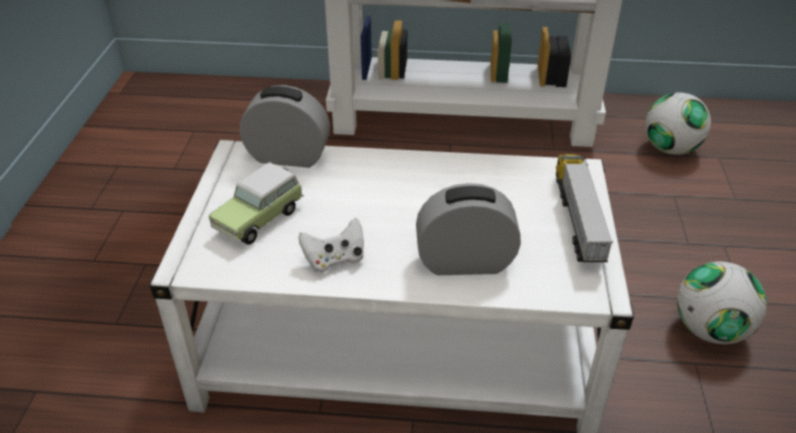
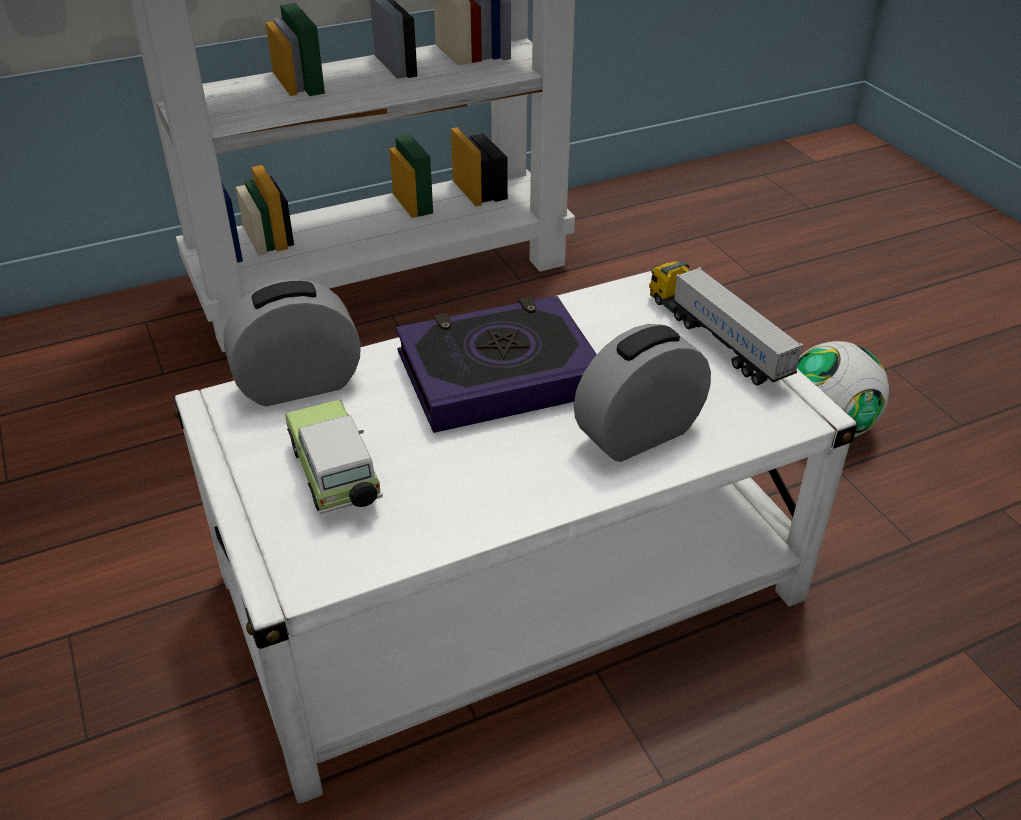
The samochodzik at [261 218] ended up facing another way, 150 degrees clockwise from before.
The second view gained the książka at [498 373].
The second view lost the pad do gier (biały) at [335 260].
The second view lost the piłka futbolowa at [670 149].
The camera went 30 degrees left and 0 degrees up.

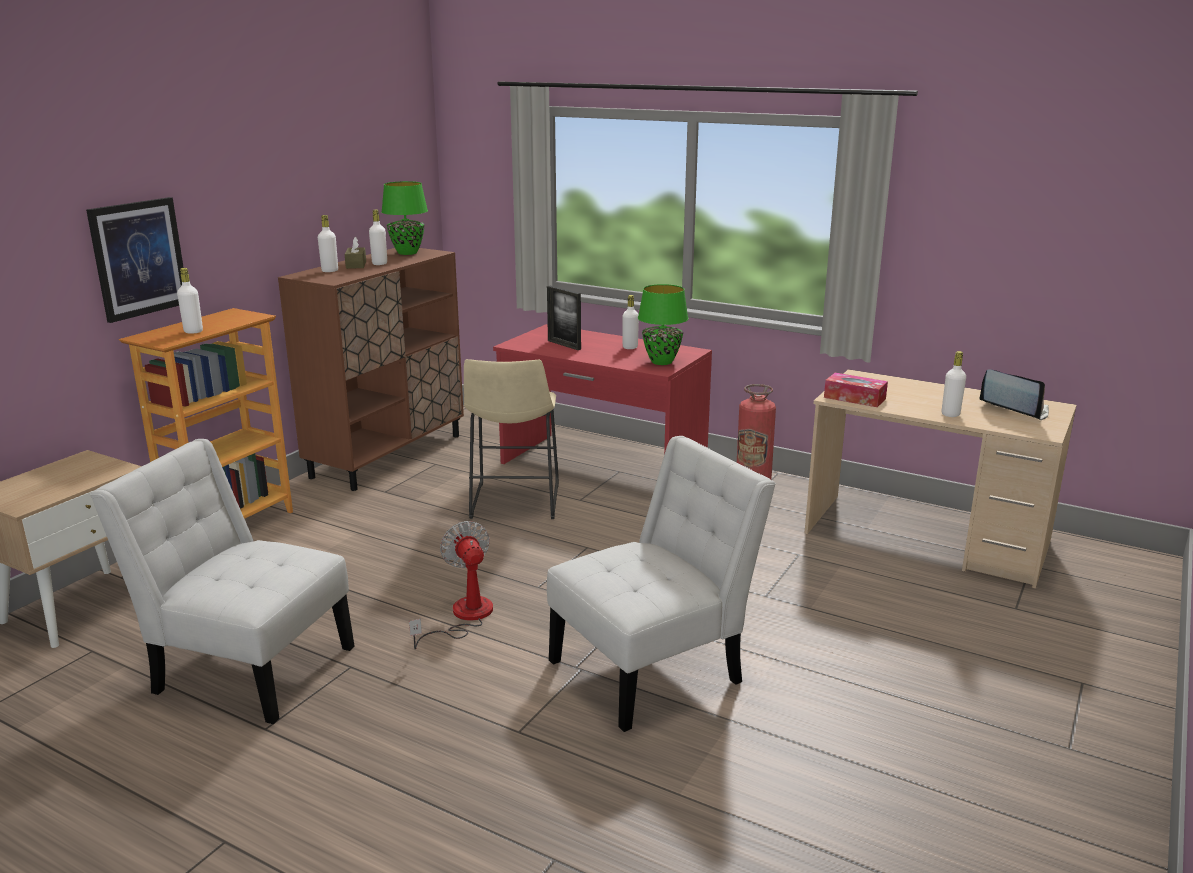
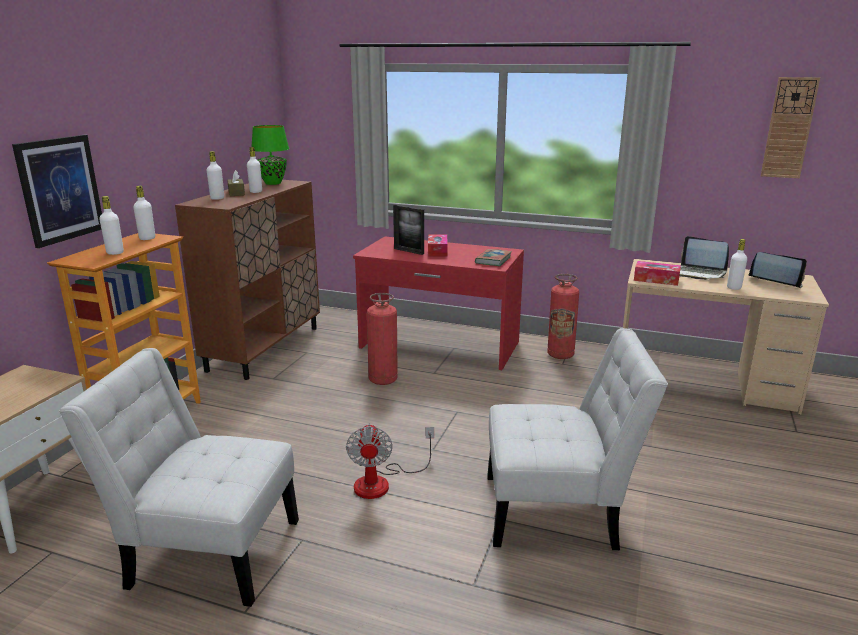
The butelka (biały) ended up elsewhere, having gone from [630 347] to [147 238].
The wentylator at [463 617] ended up facing another way, 150 degrees counterclockwise from before.
Where the stołek (beżowy) stood at [514 503], the gaśnica came to stand at [383 380].
The second view gained the pudełko chusteczek at [437 251].
Where the lampa stołowa (zielony) stood at [662 362], the książka came to stand at [493 260].
The krzesło (biały) at [654 668] ended up facing another way, 45 degrees clockwise from before.
The second view gained the laptop at [700 273].
The second view gained the zegar ścienny at [789 128].
The camera went 10 degrees left and 0 degrees up.

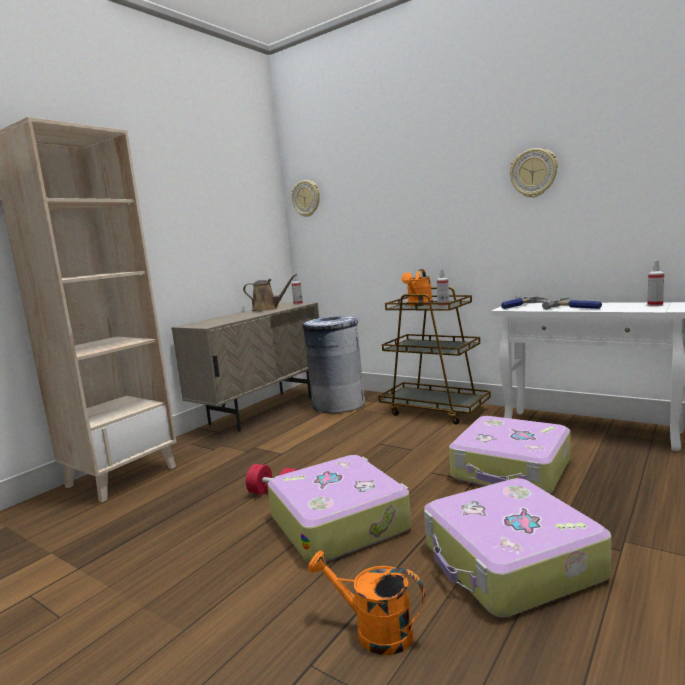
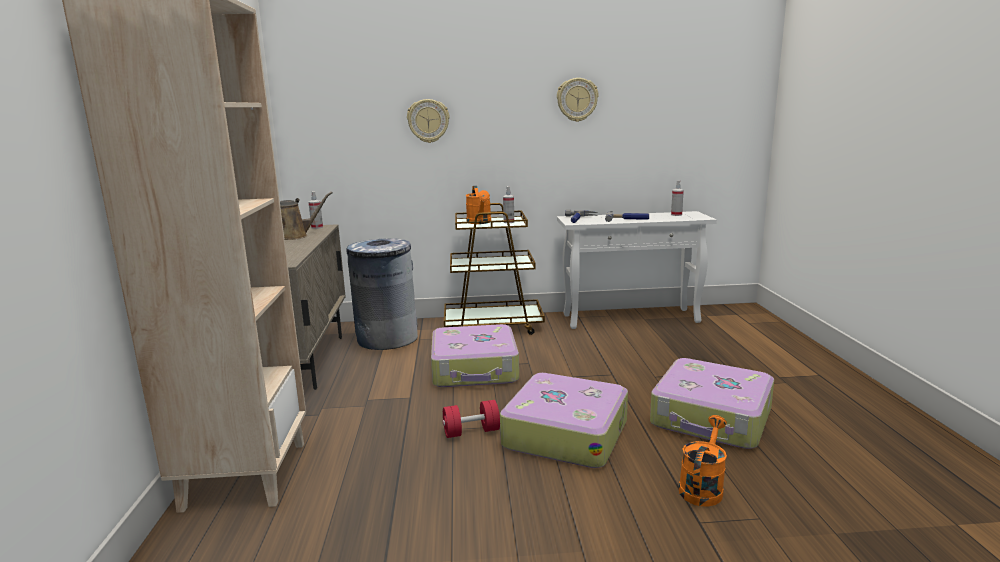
The zegar ścienny ended up elsewhere, having gone from [306 198] to [428 121].
The walizka ended up elsewhere, having gone from [511 470] to [475 369].
The konewka (pomarańczowy) at [373 631] ended up facing another way, 135 degrees clockwise from before.
The camera went 40 degrees left and 5 degrees up.

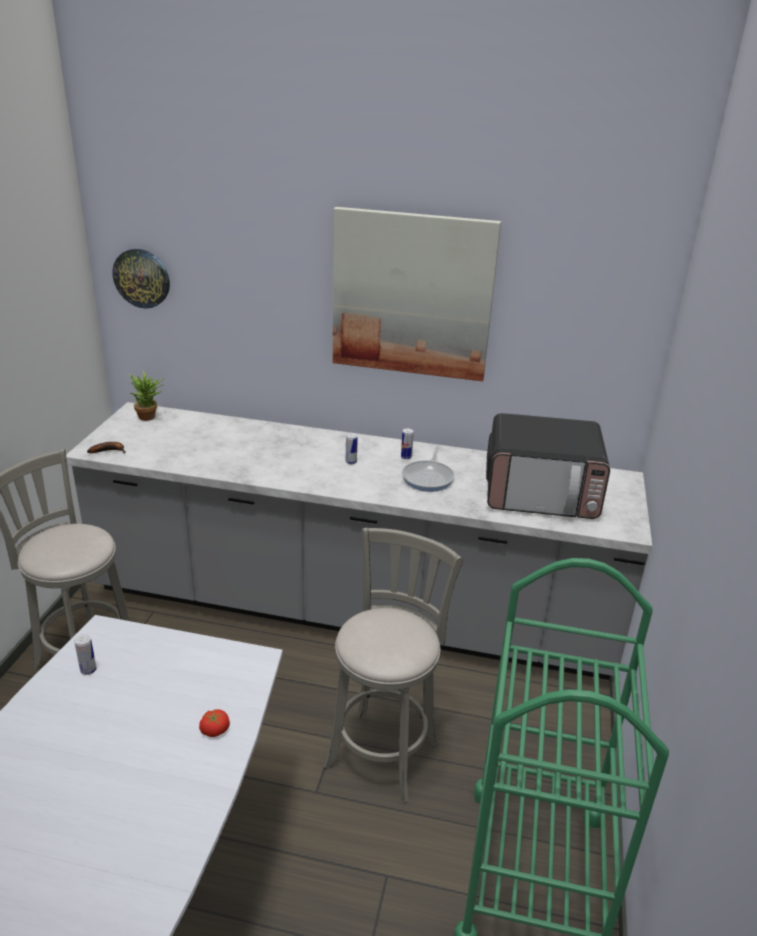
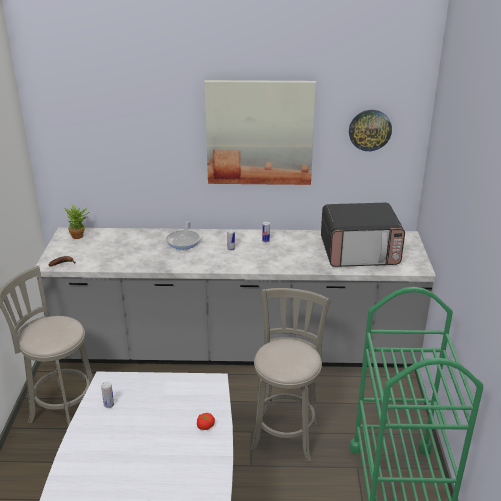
The patelnia ended up elsewhere, having gone from [428 477] to [184 241].
The zegar ścienny ended up elsewhere, having gone from [142 278] to [370 130].
The camera went 10 degrees left and 0 degrees up.

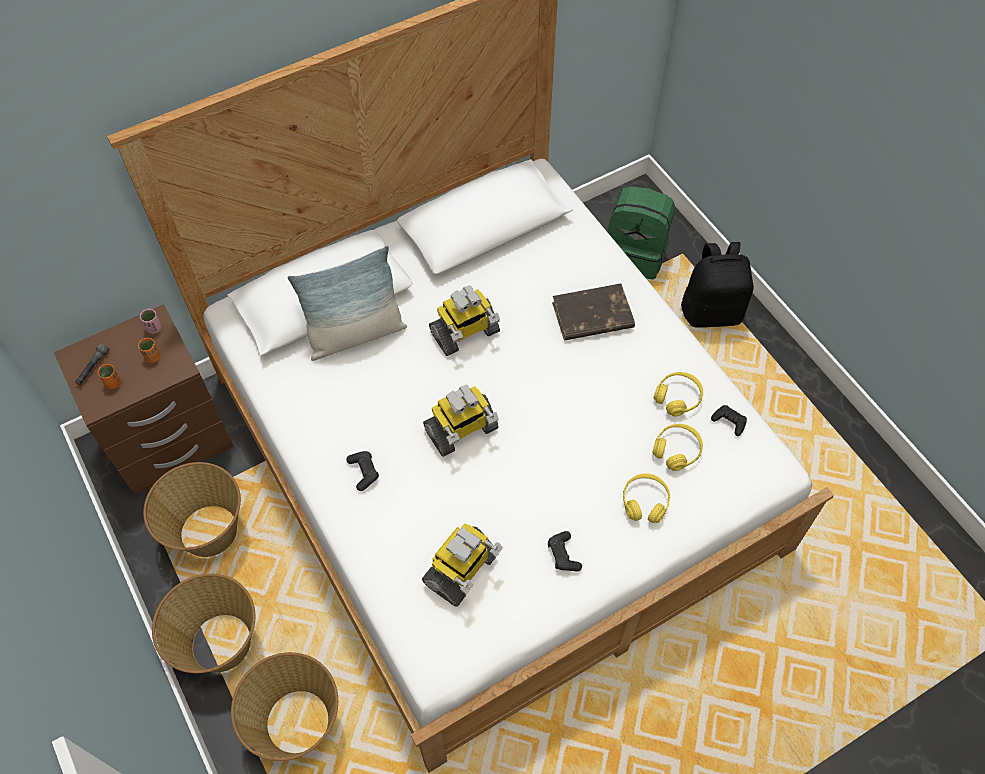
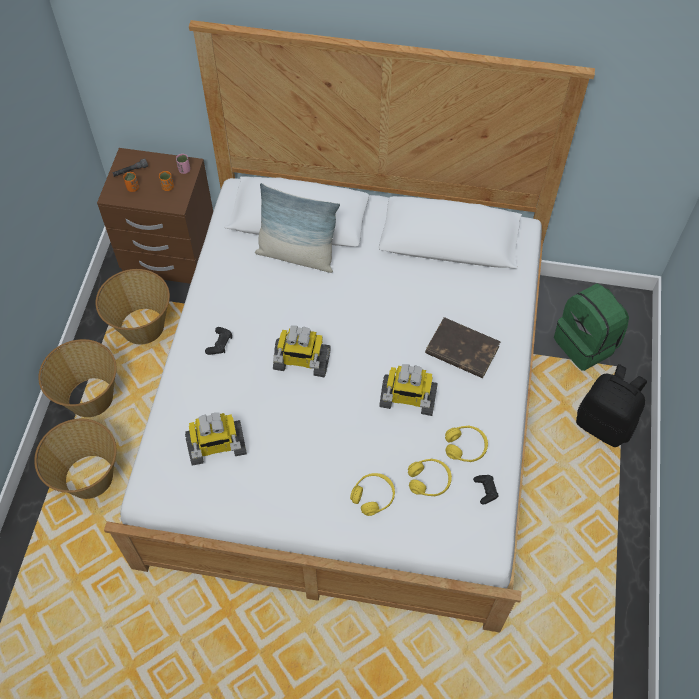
The robot zabawkowy ended up elsewhere, having gone from [465 333] to [407 399].
The second view lost the pad do gier (czarny) at [563 555].
The camera went 40 degrees right and 0 degrees up.

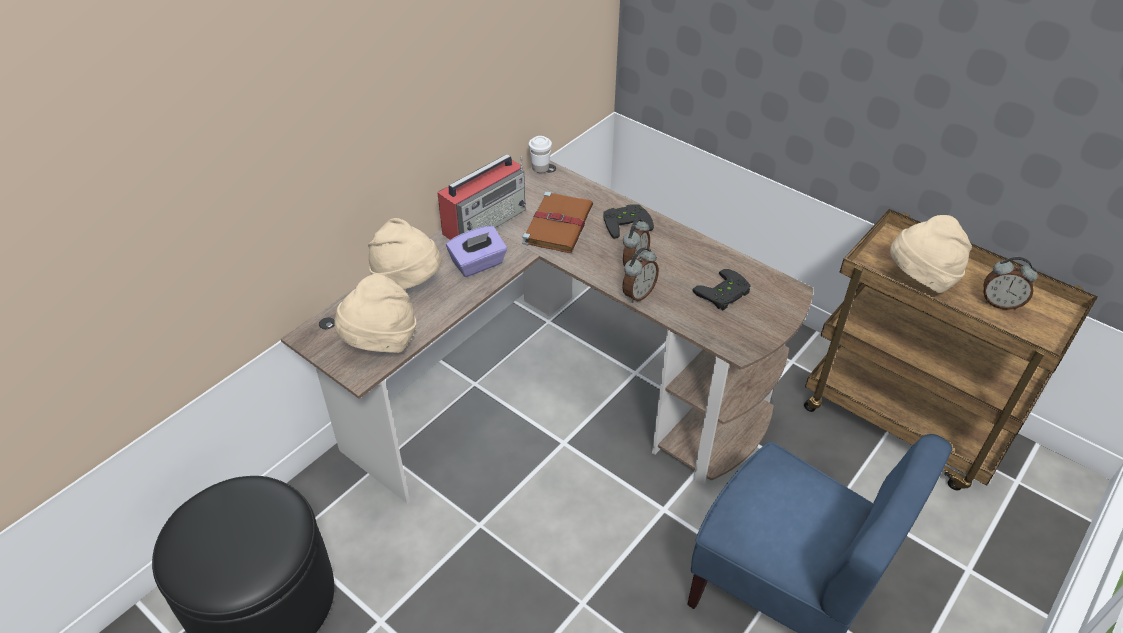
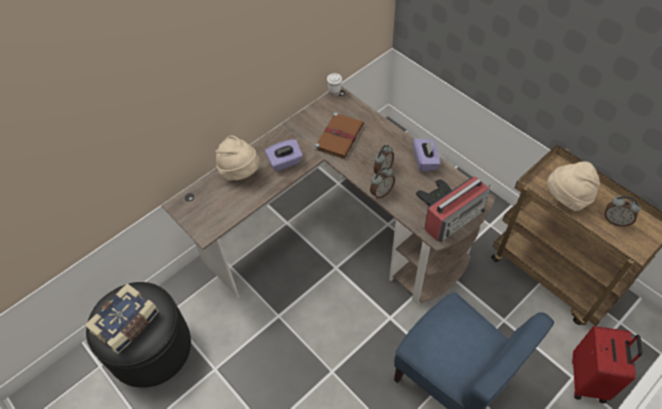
The second view gained the książka at [127 324].
The second view gained the pudełko chusteczek (fioletowy) at [425 161].
The radio ended up elsewhere, having gone from [485 221] to [454 219].
The second view gained the walizka (czerwony) at [589 379].
The second view lost the kapelusz (beżowy) at [380 342].
The second view lost the pad do gier (czarny) at [625 222].
The camera went 10 degrees right and 10 degrees up.

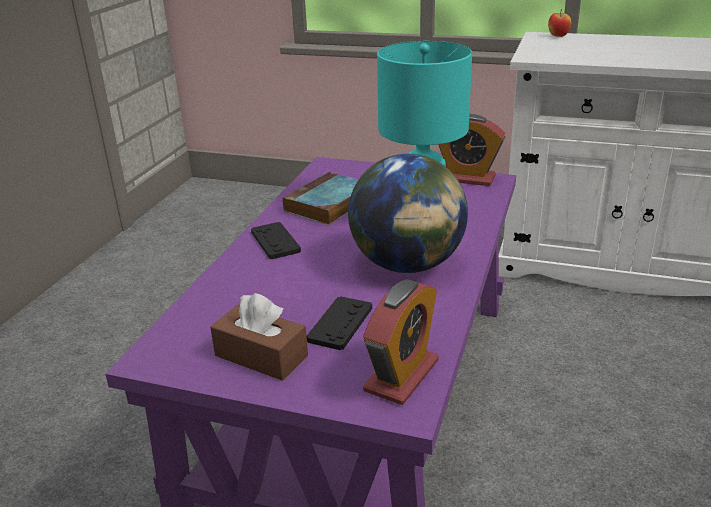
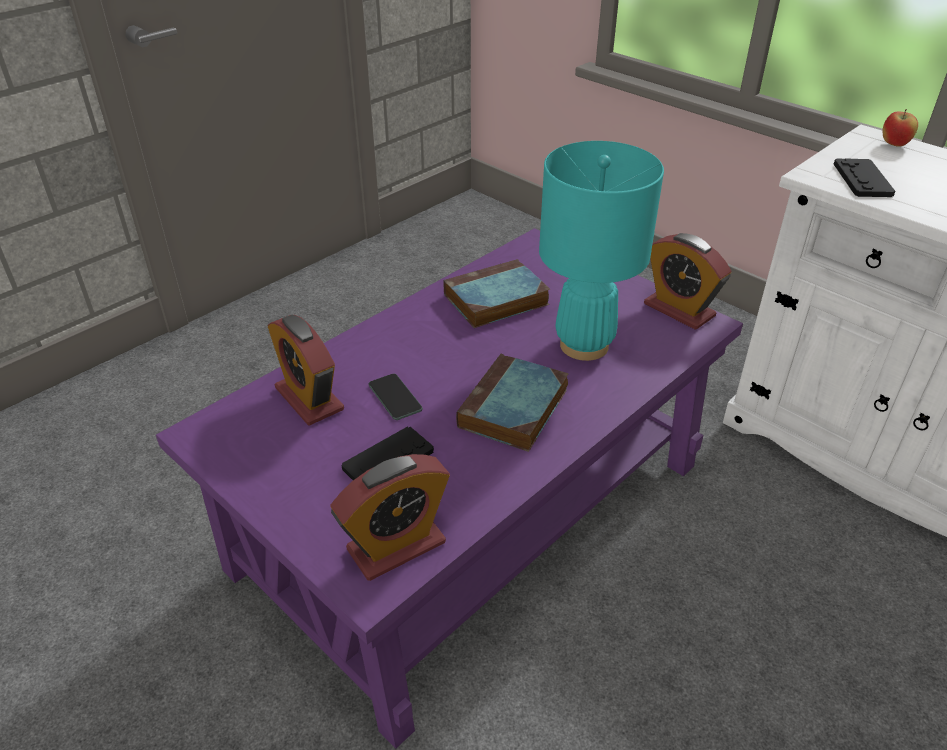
The second view gained the budzik at [309 399].
The second view gained the telefon at [395 397].
Where the globus stood at [408 265], the książka came to stand at [513 410].
The pad do gier (czarny) ended up elsewhere, having gone from [275 241] to [862 179].
The second view lost the pudełko chusteczek (brązowy) at [261 356].
The camera went 25 degrees right and 10 degrees up.

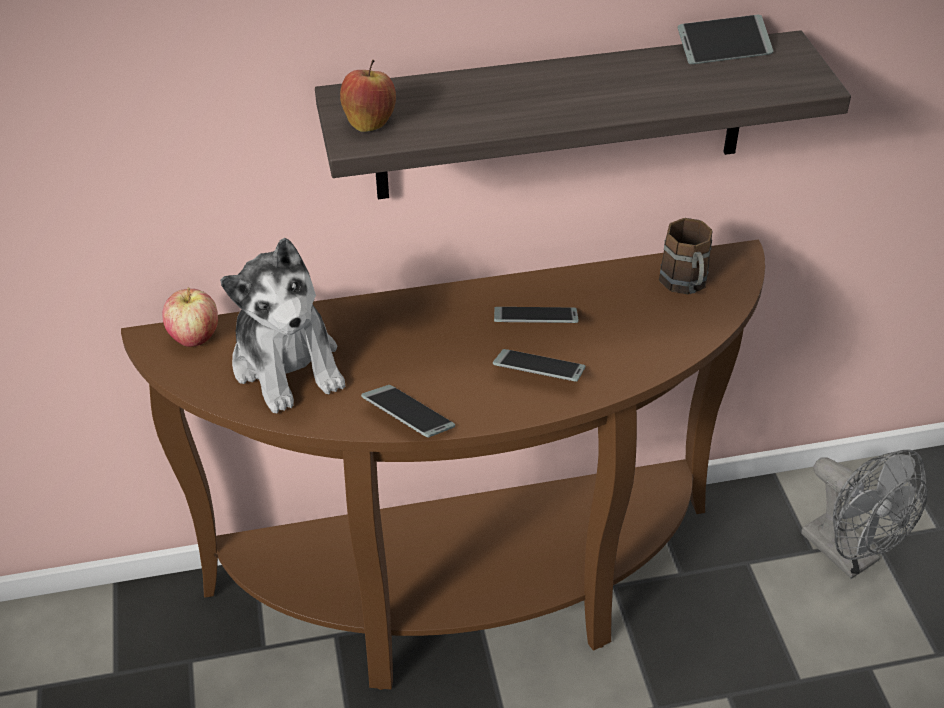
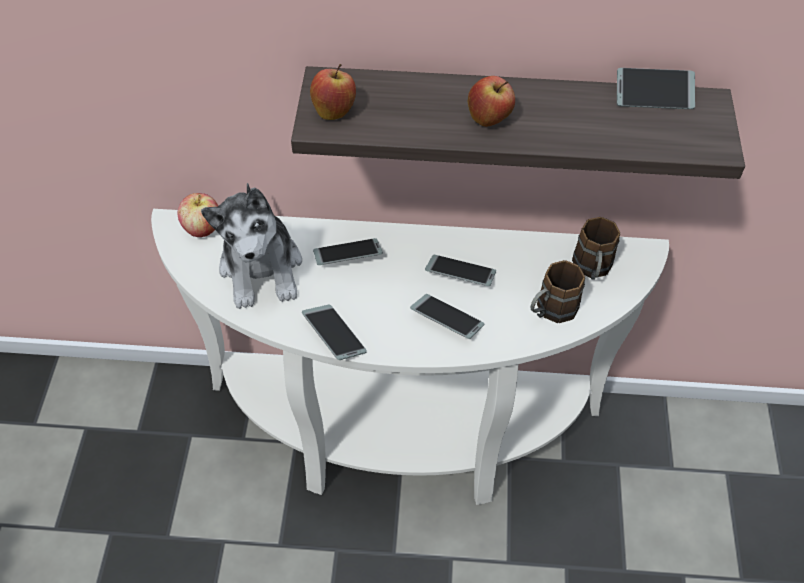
What was the stolik konsolowy (brązowy) at [471 597] turned into the stolik konsolowy (biały) at [401 438].
The second view gained the telefon at [347 256].
The second view gained the jabłko at [489 119].
The second view gained the kubek (brązowy) at [550 311].
The second view lost the wentylator (szary) at [849 555].
The camera went 15 degrees right and 10 degrees up.

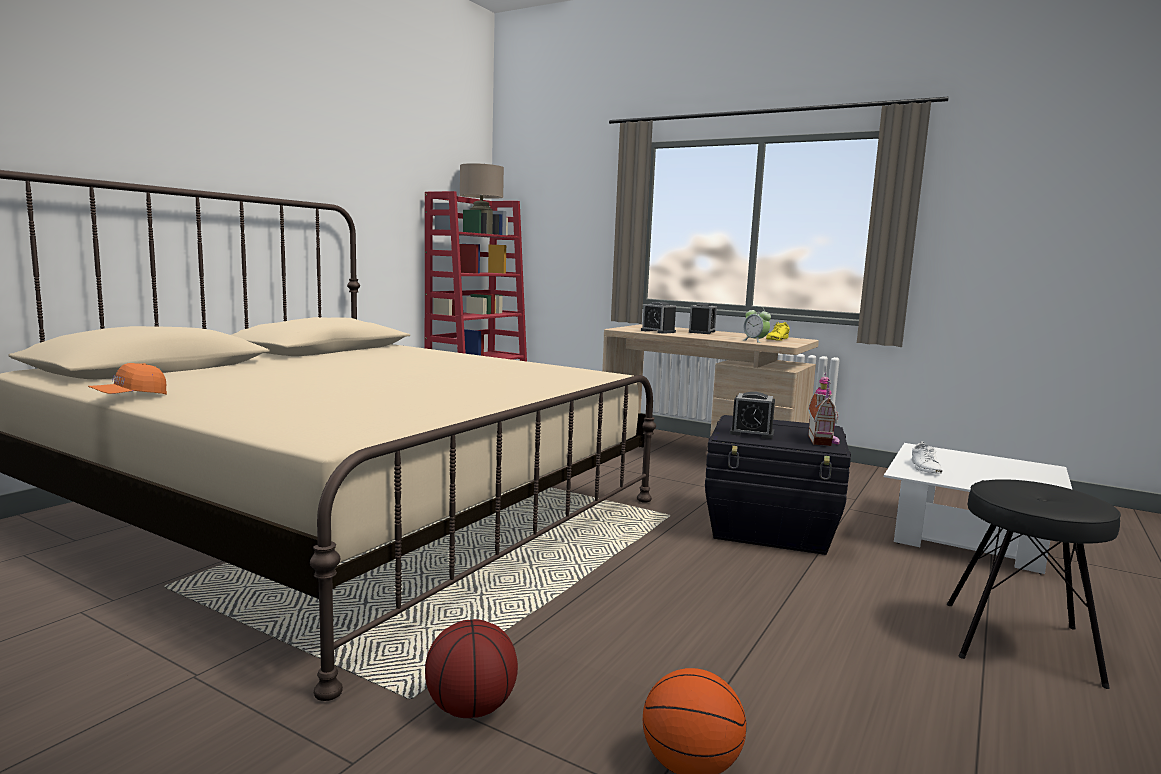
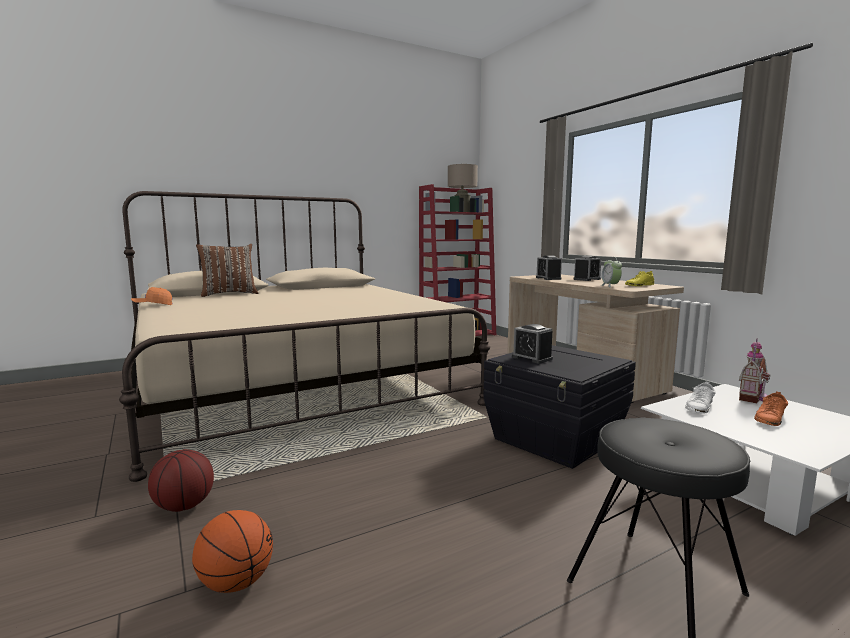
The second view gained the poduszka (brązowy) at [229 294].
The domek ended up elsewhere, having gone from [823 440] to [754 398].
The second view gained the but (pomarańczowy) at [770 418].
The camera went 30 degrees right and 0 degrees up.

